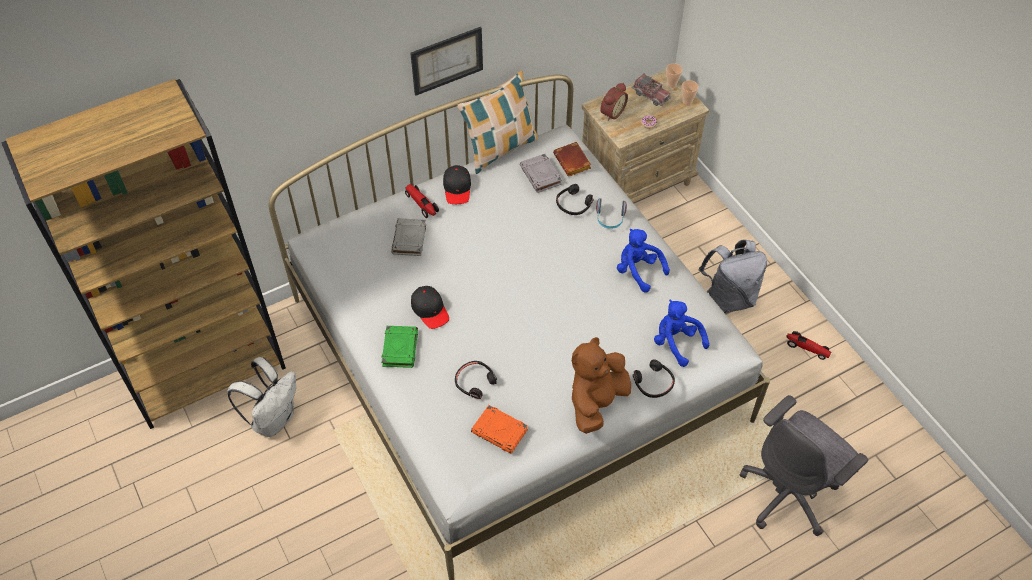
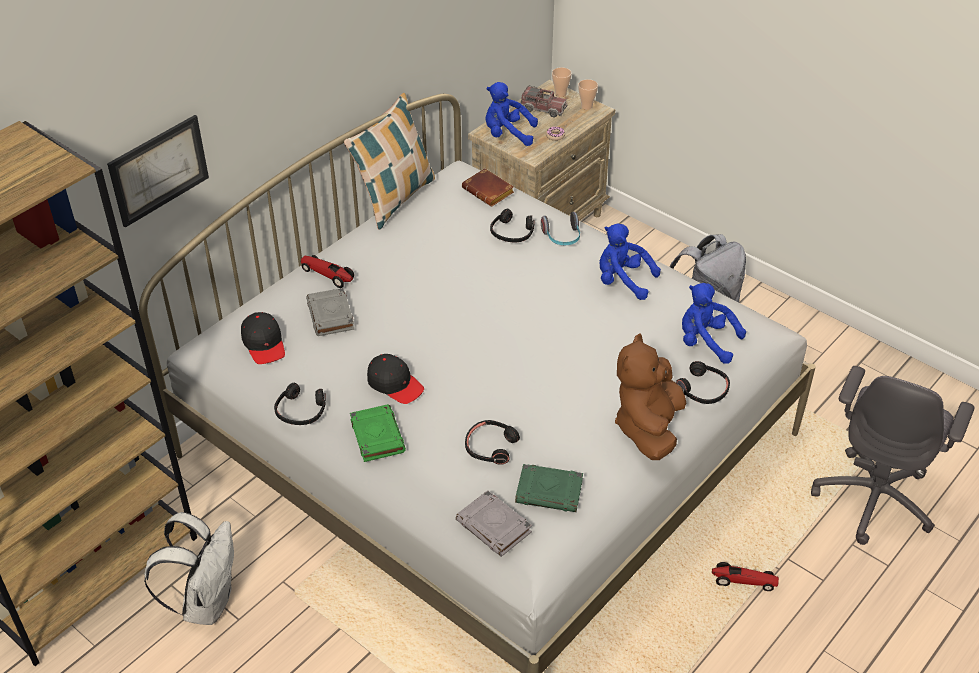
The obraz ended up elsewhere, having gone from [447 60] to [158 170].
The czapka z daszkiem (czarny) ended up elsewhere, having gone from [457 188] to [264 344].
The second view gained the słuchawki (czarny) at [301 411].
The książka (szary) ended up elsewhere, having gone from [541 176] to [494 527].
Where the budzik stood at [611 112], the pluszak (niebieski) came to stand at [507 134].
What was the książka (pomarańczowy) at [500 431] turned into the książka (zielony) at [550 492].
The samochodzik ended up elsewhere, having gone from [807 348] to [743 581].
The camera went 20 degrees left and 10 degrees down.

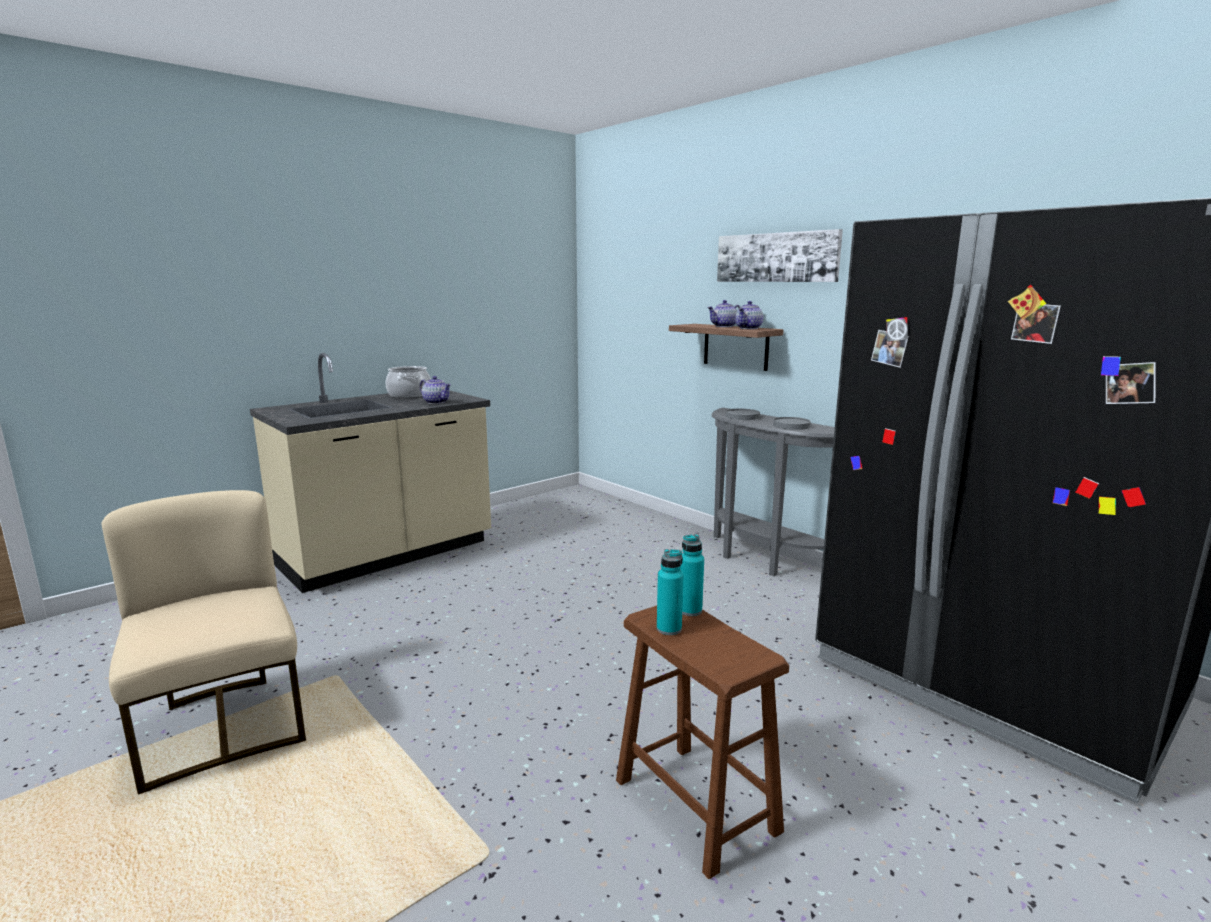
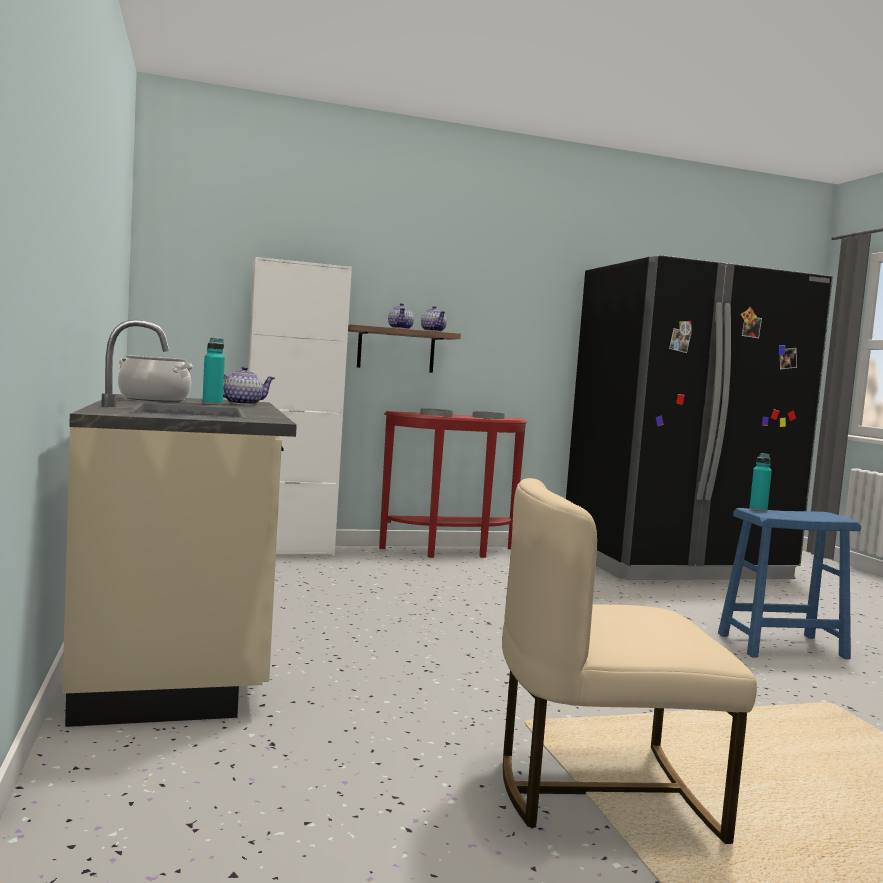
The butelka (turkusowy) ended up elsewhere, having gone from [669 629] to [212 404].
The second view gained the szafka (biały) at [286 550].
What was the stolik konsolowy (szary) at [762 561] turned into the stolik konsolowy (czerwony) at [453 552].
What was the stołek (brązowy) at [696 805] turned into the stołek (niebieski) at [781 646].
The second view lost the obraz at [776 257].
The camera went 65 degrees left and 10 degrees down.

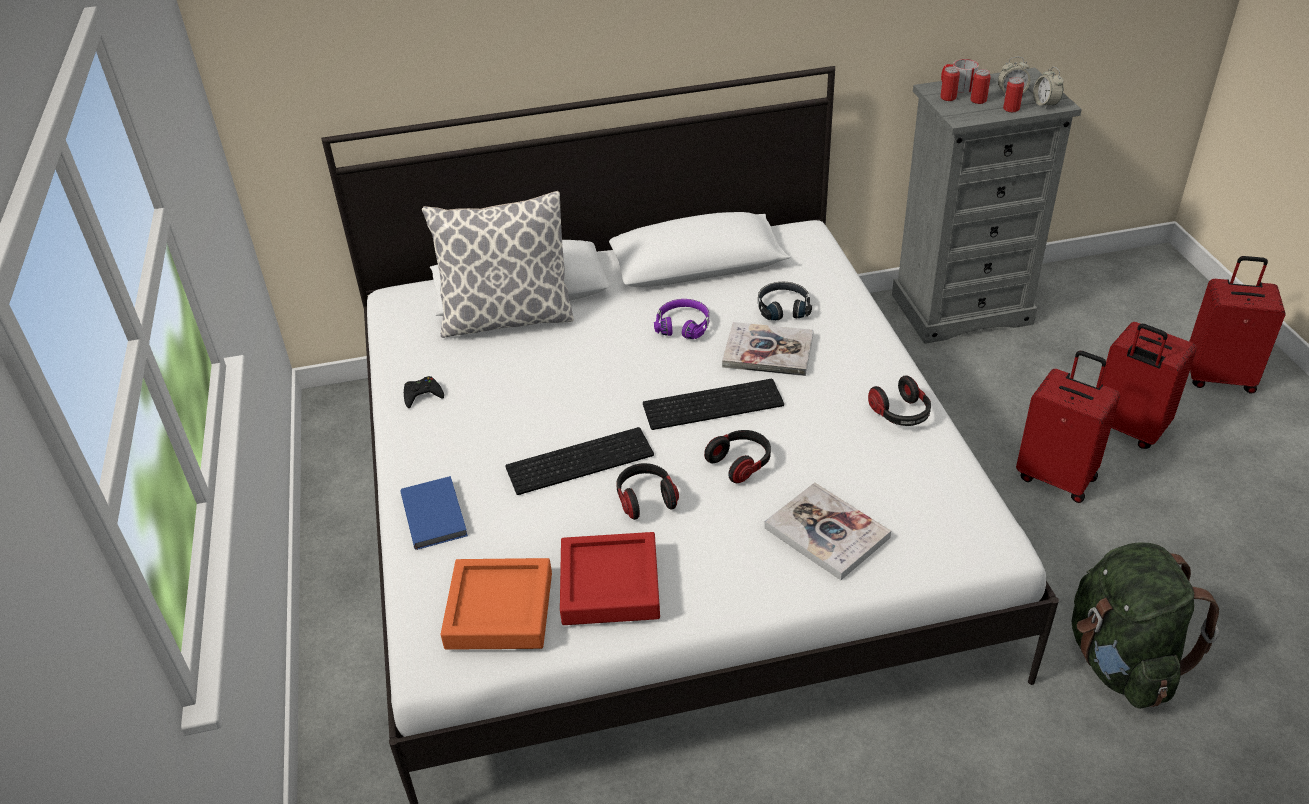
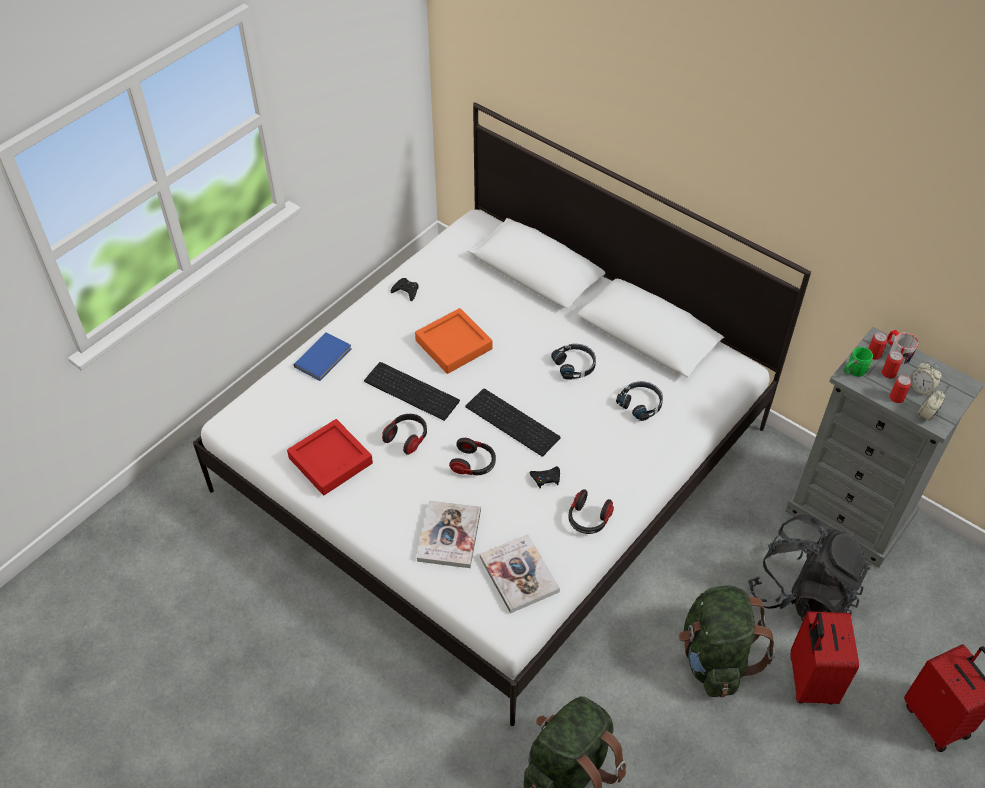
The taca (pomarańczowy) ended up elsewhere, having gone from [499 610] to [453 345].
The książka ended up elsewhere, having gone from [768 351] to [519 574].
The second view gained the pad do gier (czarny) at [546 478].
What was the słuchawki (fioletowy) at [683 325] turned into the słuchawki (czarny) at [575 365].
Where the walizka (czerwony) stood at [1057 477], the plecak (zielony) came to stand at [715 658].
The second view gained the plecak (czarny) at [802 593].
The second view gained the kubek (zielony) at [853 372].
The second view lost the poduszka at [507 318].
The camera went 50 degrees right and 10 degrees up.

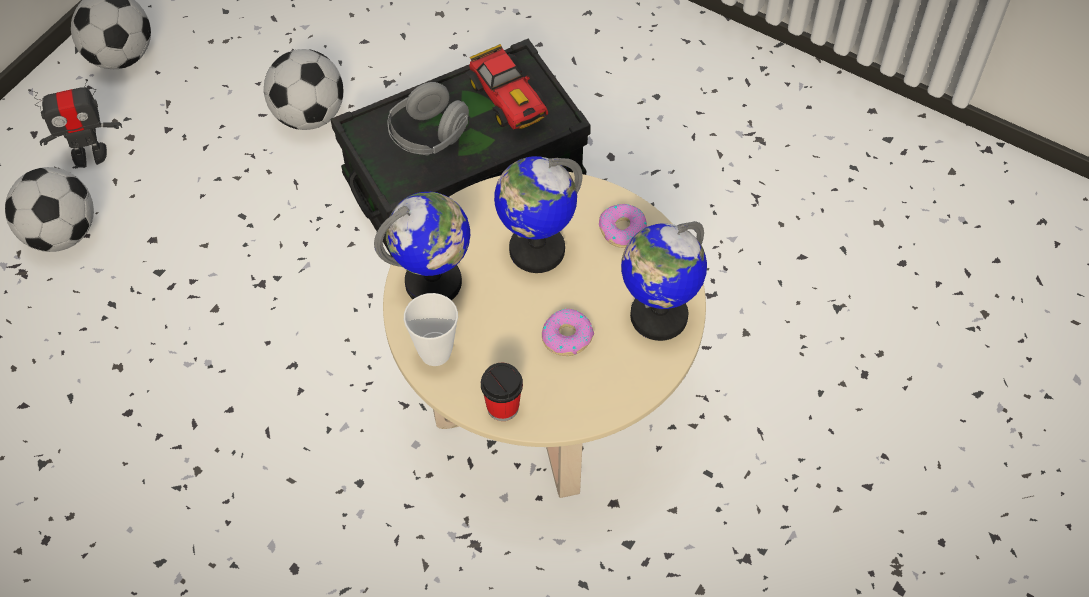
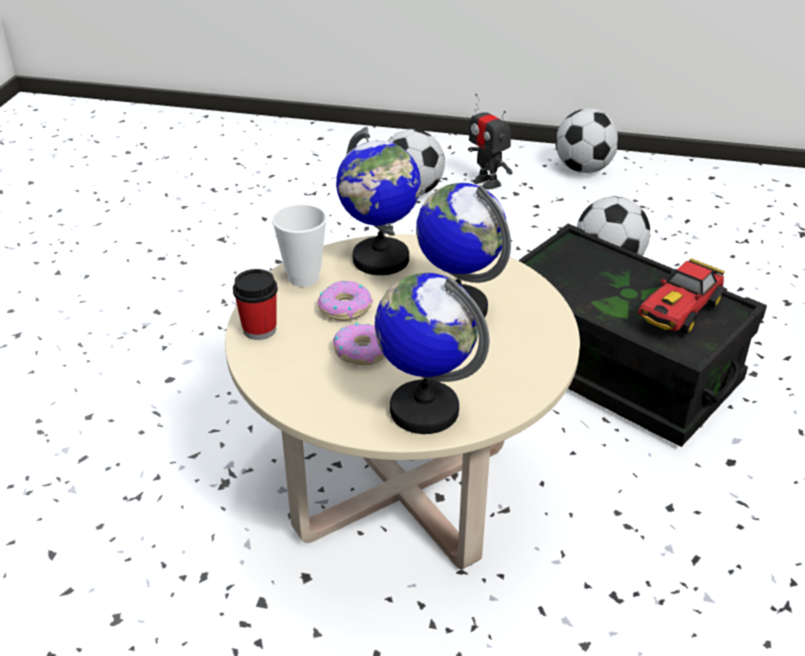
The donut ended up elsewhere, having gone from [622 230] to [344 308].
The second view lost the słuchawki (szary) at [428 135].
The camera went 70 degrees right and 20 degrees down.

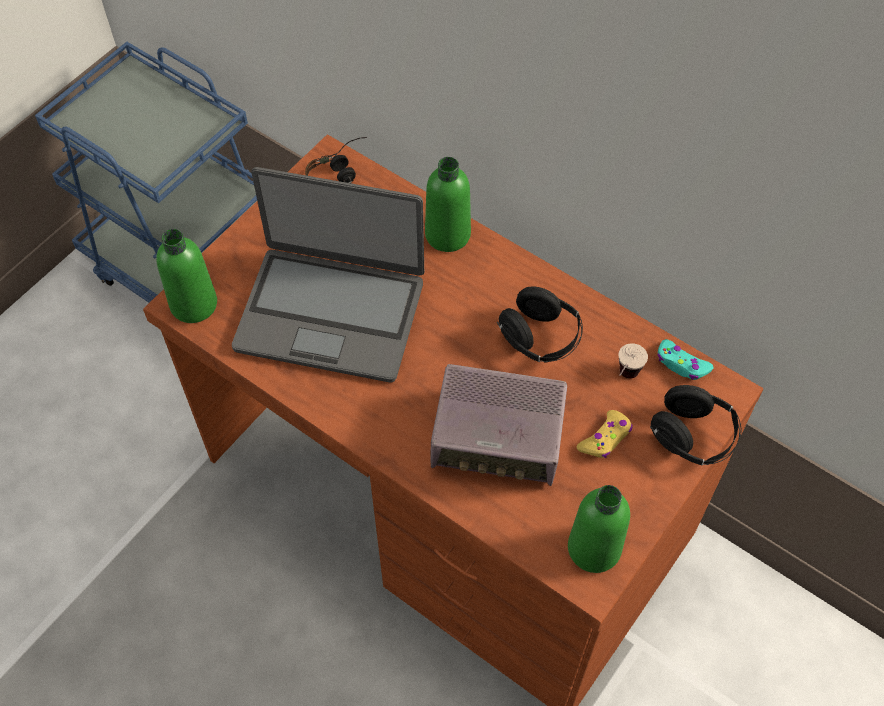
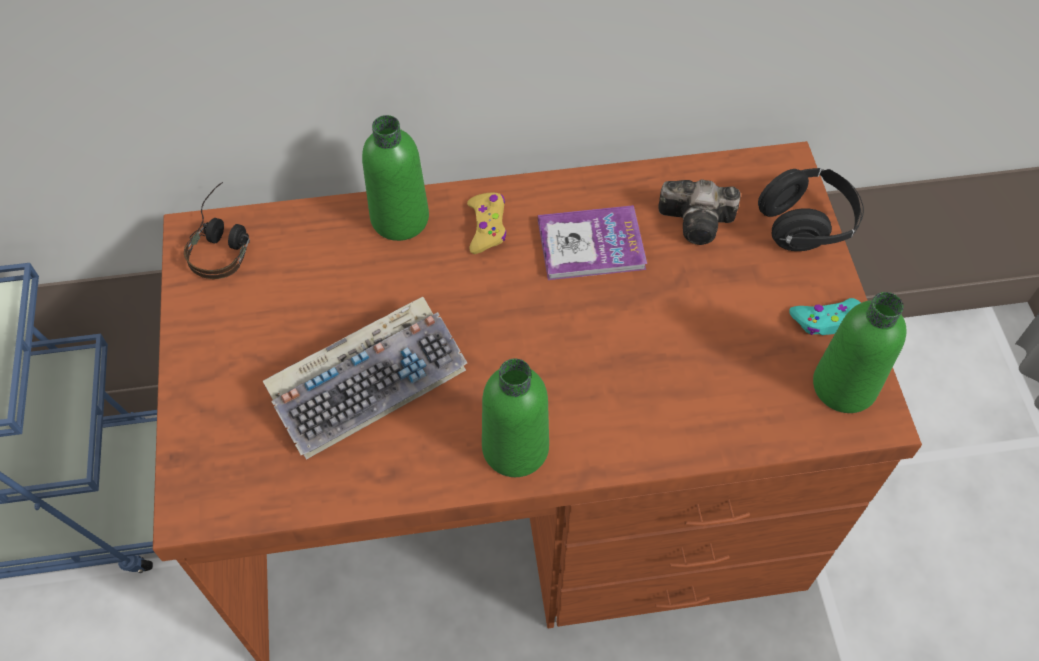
Where the laptop stood at [331 313], the klawiatura came to stand at [370 382].
The pad do gier (żółty) ended up elsewhere, having gone from [605 439] to [487 227].
The butelka (zielony) ended up elsewhere, having gone from [193 304] to [515 448].
Where the słuchawki (czarny) stood at [540 338], the książka came to stand at [591 245].
Where the filiżanka stood at [624 379], the aparat fotograficzny came to stand at [699 222].
The pad do gier (turkusowy) ended up elsewhere, having gone from [681 364] to [827 321].
The second view lost the radio at [498 439].
The camera went 45 degrees left and 0 degrees up.

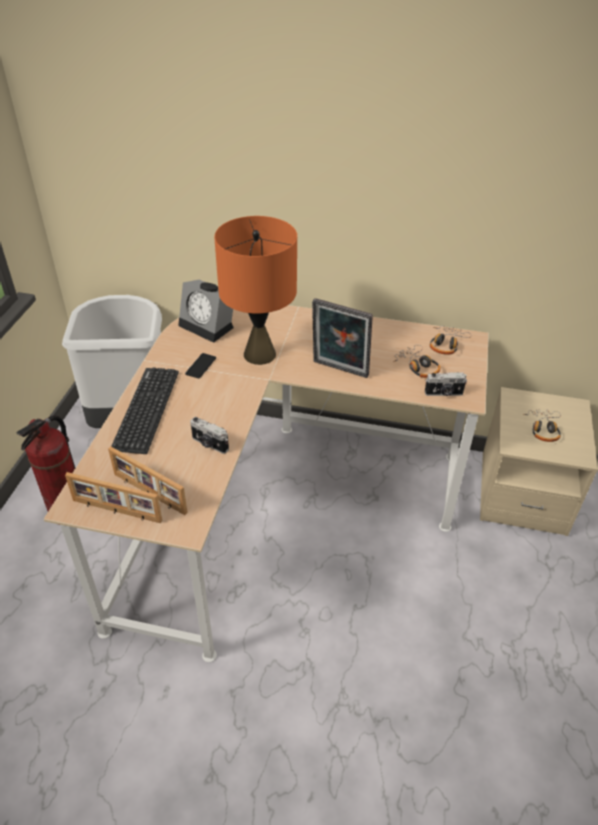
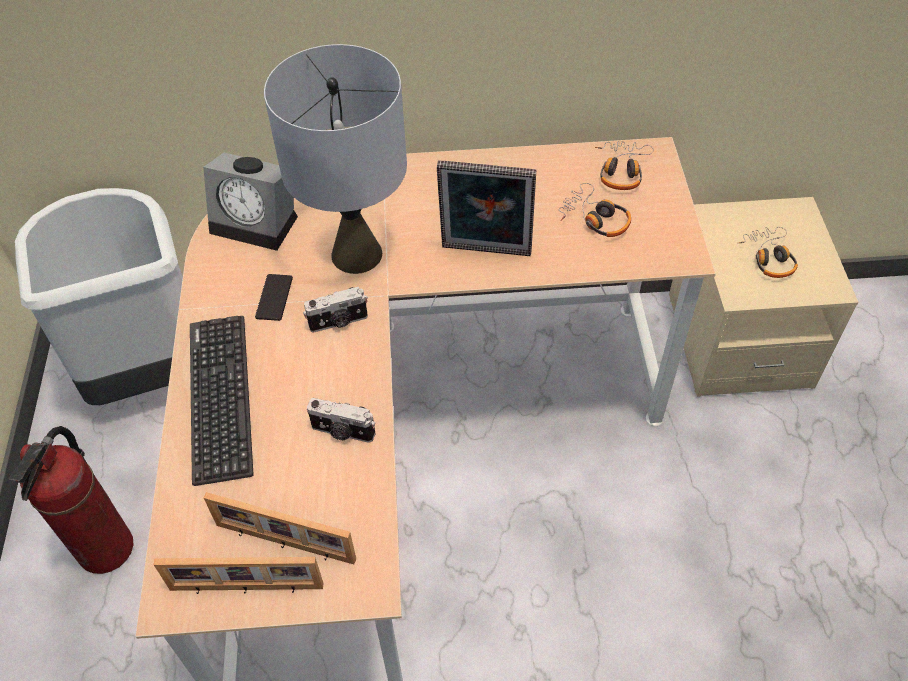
What was the lampa stołowa (pomarańczowy) at [259 354] turned into the lampa stołowa (szary) at [356 254].
The aparat fotograficzny ended up elsewhere, having gone from [444 393] to [339 322].
The camera went 15 degrees left and 10 degrees up.

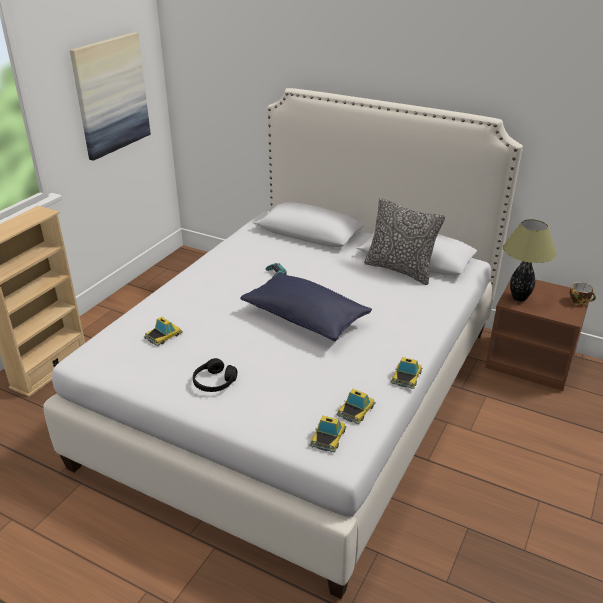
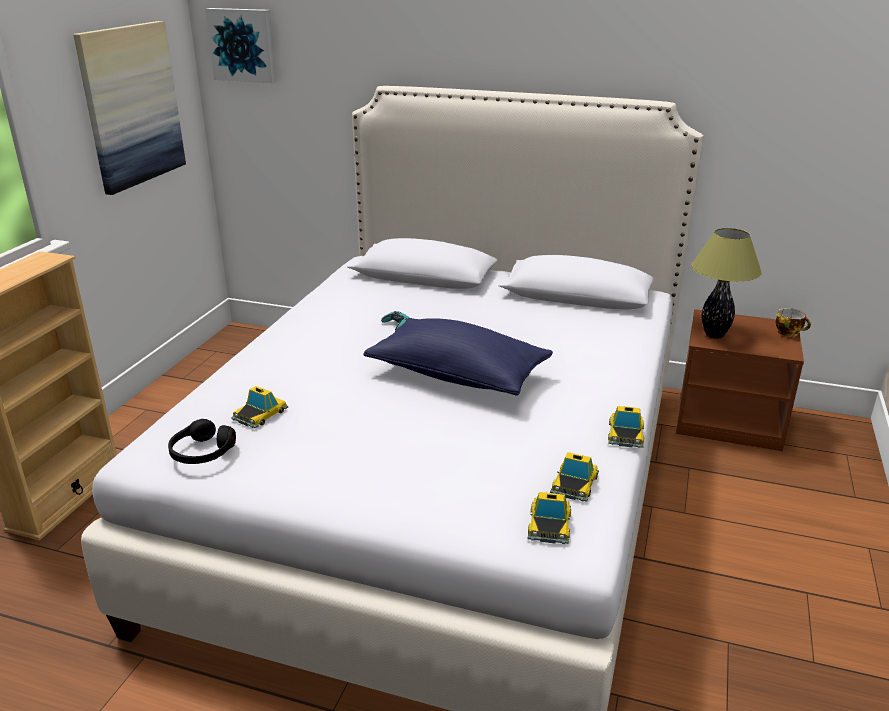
The słuchawki (czarny) ended up elsewhere, having gone from [214 382] to [202 452].
The second view gained the obraz at [243 45].
The second view lost the poduszka at [400 270].
The camera went 10 degrees left and 5 degrees down.

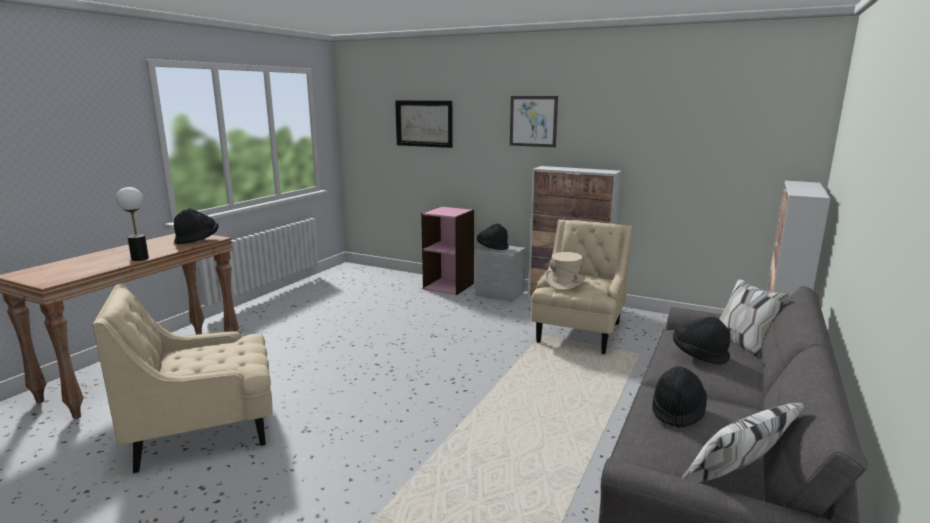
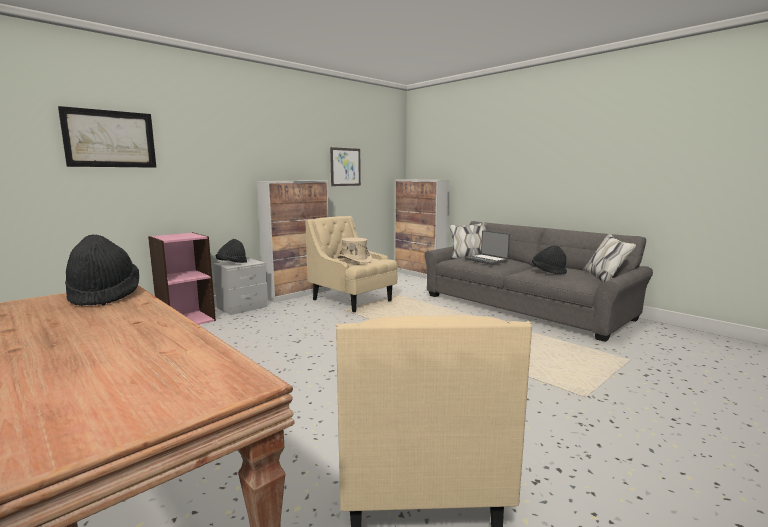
The obraz ended up elsewhere, having gone from [533 121] to [345 167].
Where the kapelusz (czarny) stood at [699 355], the laptop came to stand at [486 260].
The second view lost the lampa stołowa at [139 258].
The camera went 70 degrees left and 5 degrees down.

